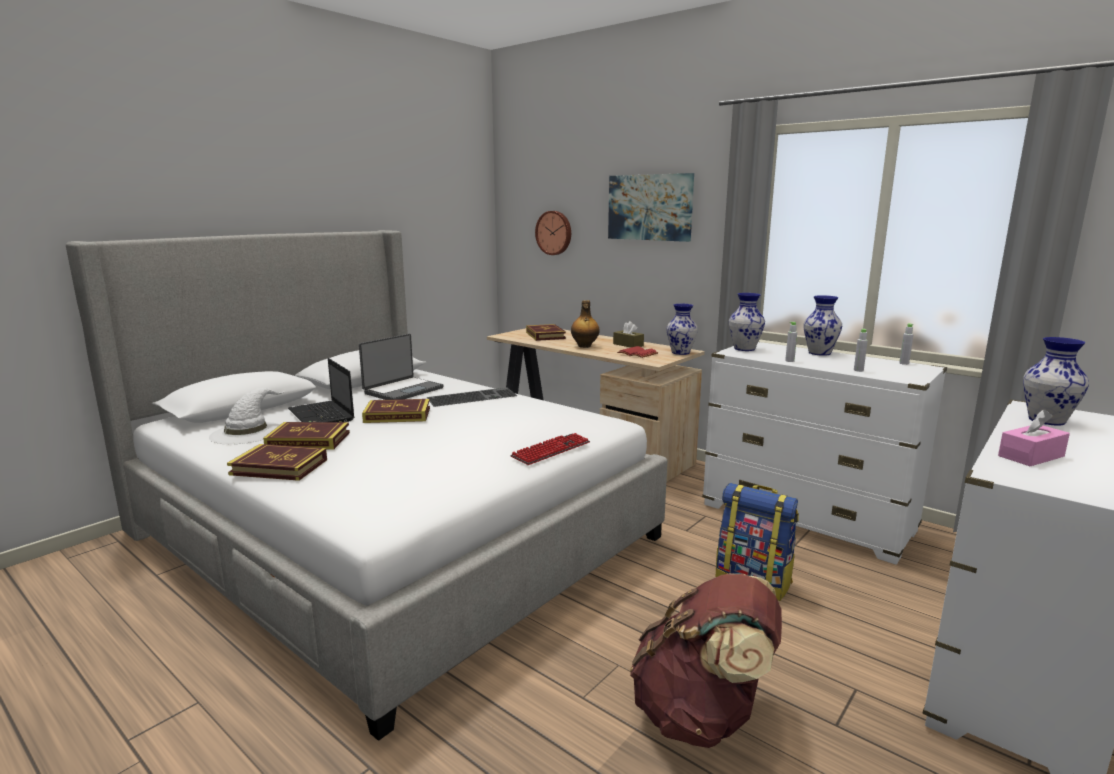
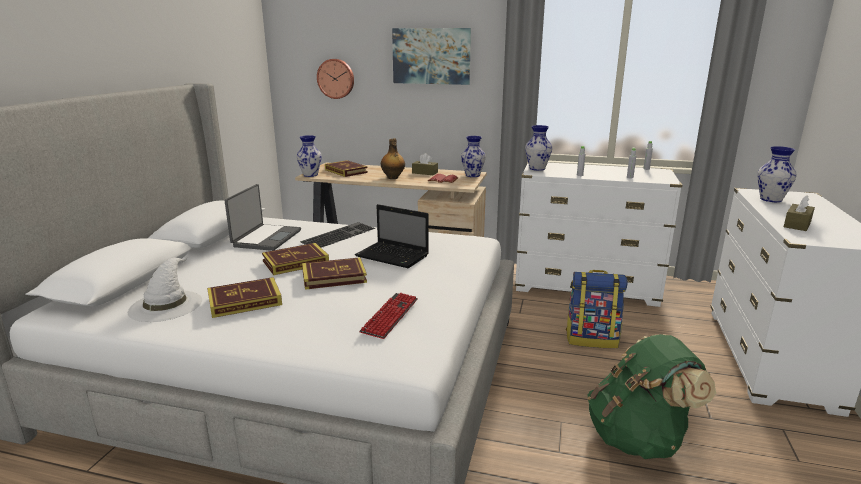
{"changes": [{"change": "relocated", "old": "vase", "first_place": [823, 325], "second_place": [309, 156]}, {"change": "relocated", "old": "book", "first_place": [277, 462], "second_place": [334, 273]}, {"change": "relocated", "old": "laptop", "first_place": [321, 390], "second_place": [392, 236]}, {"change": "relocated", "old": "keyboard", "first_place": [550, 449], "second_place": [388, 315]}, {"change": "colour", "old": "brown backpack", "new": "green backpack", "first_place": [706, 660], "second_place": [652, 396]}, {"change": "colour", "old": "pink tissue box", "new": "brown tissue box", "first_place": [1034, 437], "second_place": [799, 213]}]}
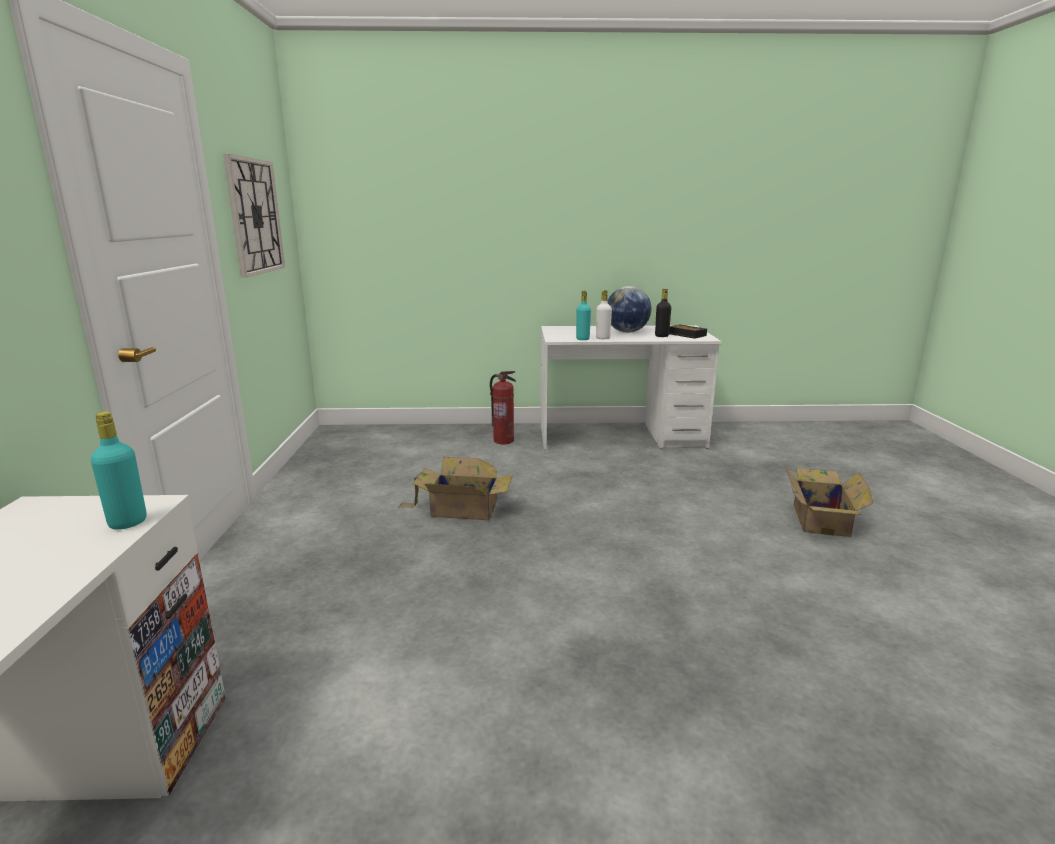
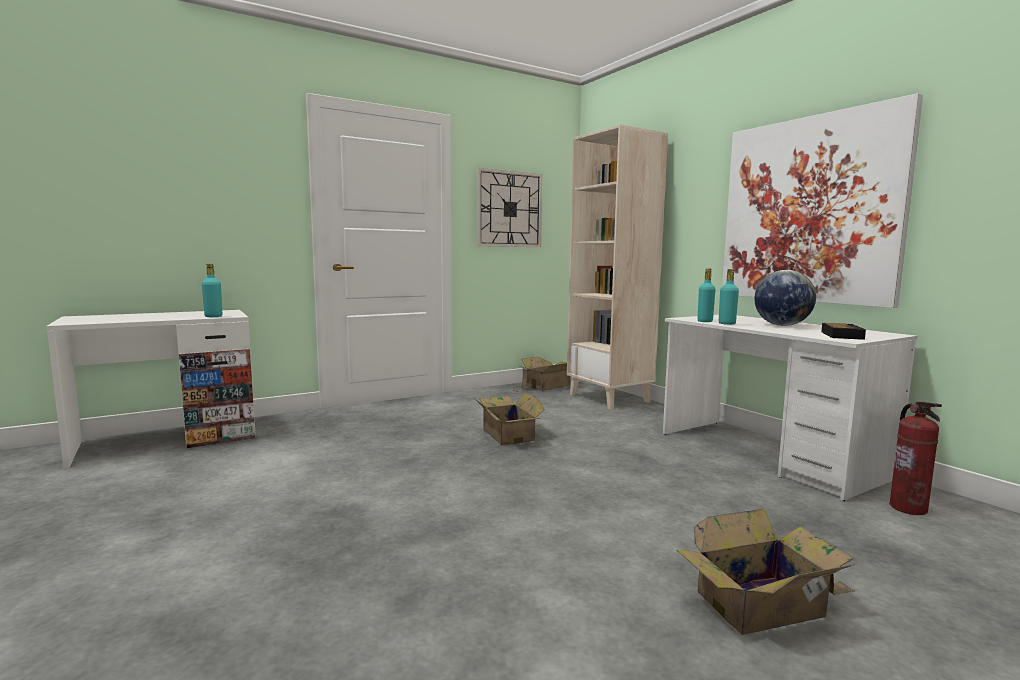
{"changes": [{"change": "appeared", "new": "cardboard box", "second_place": [541, 374]}, {"change": "appeared", "new": "beige bookcase", "second_place": [617, 267]}, {"change": "colour", "old": "white bottle", "new": "turquoise bottle", "first_place": [604, 314], "second_place": [729, 297]}, {"change": "appeared", "new": "picture", "second_place": [822, 200]}, {"change": "relocated", "old": "fire extinguisher", "first_place": [503, 407], "second_place": [916, 458]}, {"change": "missing", "old": "black bottle", "first_place": [663, 313]}]}
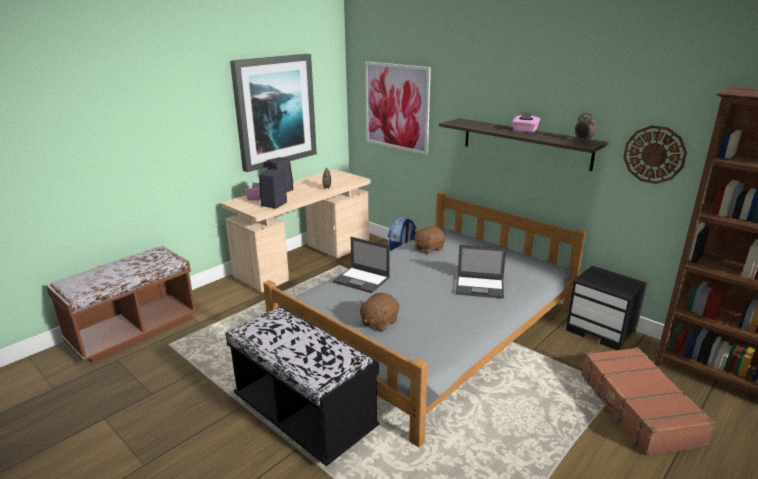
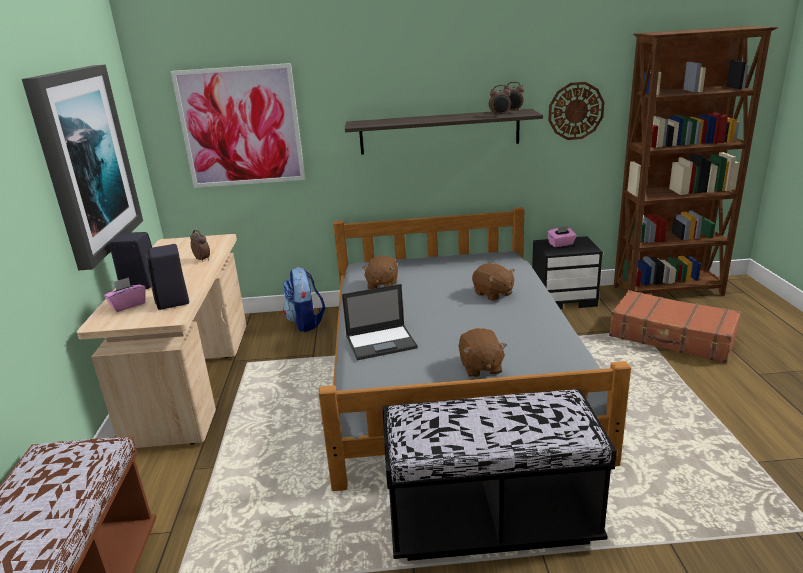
{"changes": [{"change": "exchanged", "old": "laptop", "new": "brown plush toy", "first_place": [481, 272], "second_place": [493, 282]}, {"change": "appeared", "new": "alarm clock", "second_place": [500, 100]}, {"change": "relocated", "old": "pink tissue box", "first_place": [526, 122], "second_place": [561, 236]}]}
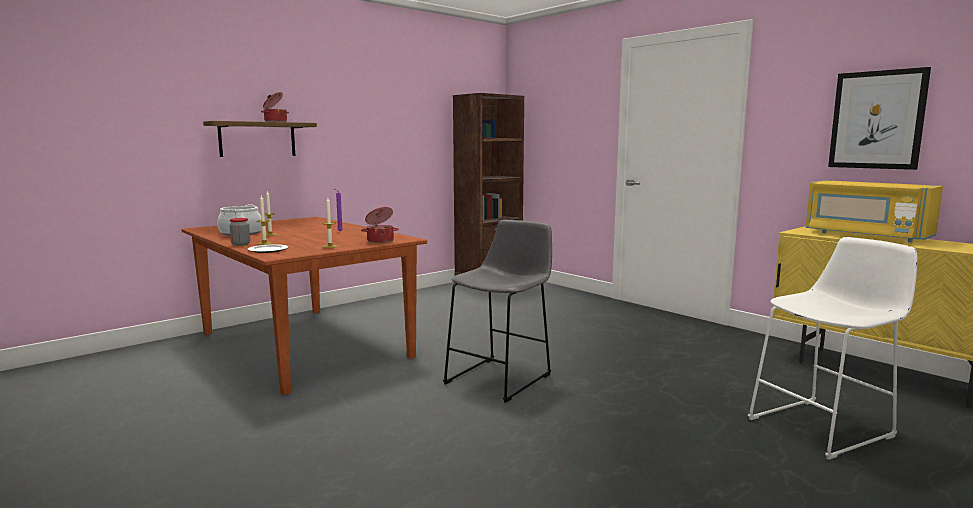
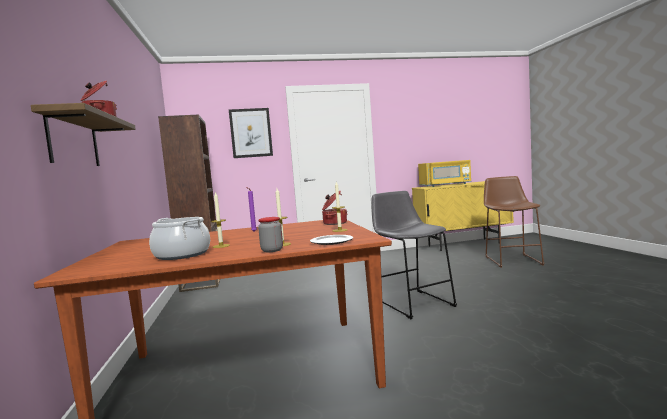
{"changes": [{"change": "relocated", "old": "picture", "first_place": [879, 118], "second_place": [251, 133]}, {"change": "colour", "old": "white stool", "new": "brown stool", "first_place": [833, 348], "second_place": [514, 222]}]}
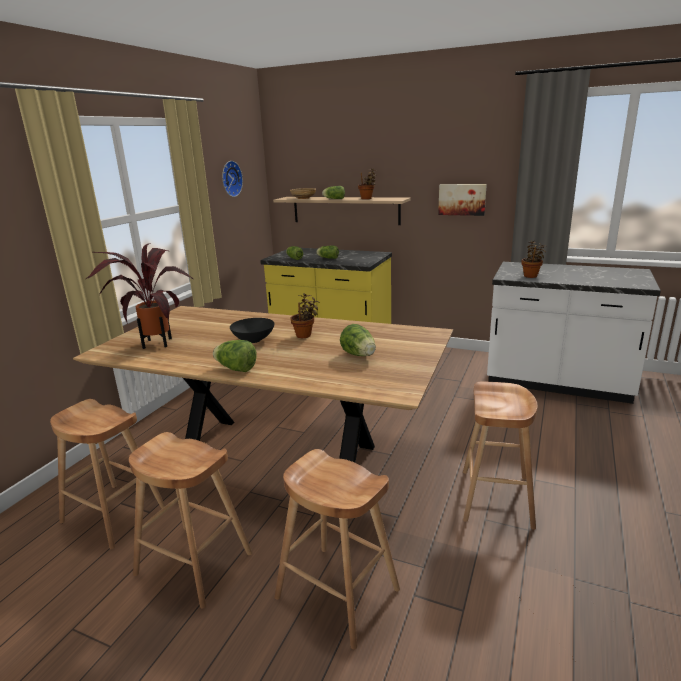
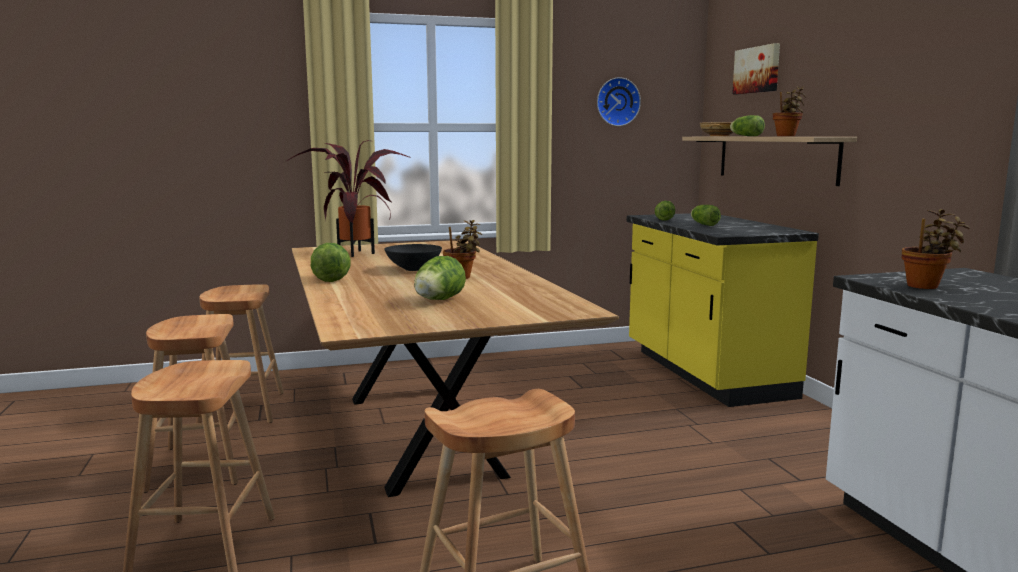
{"changes": [{"change": "relocated", "old": "picture", "first_place": [462, 200], "second_place": [756, 68]}]}
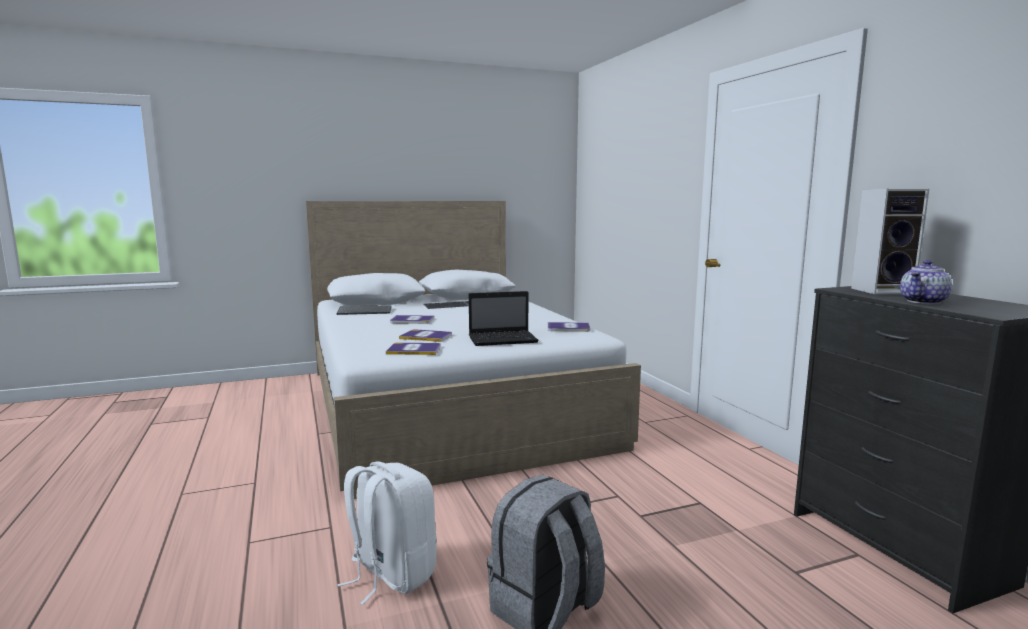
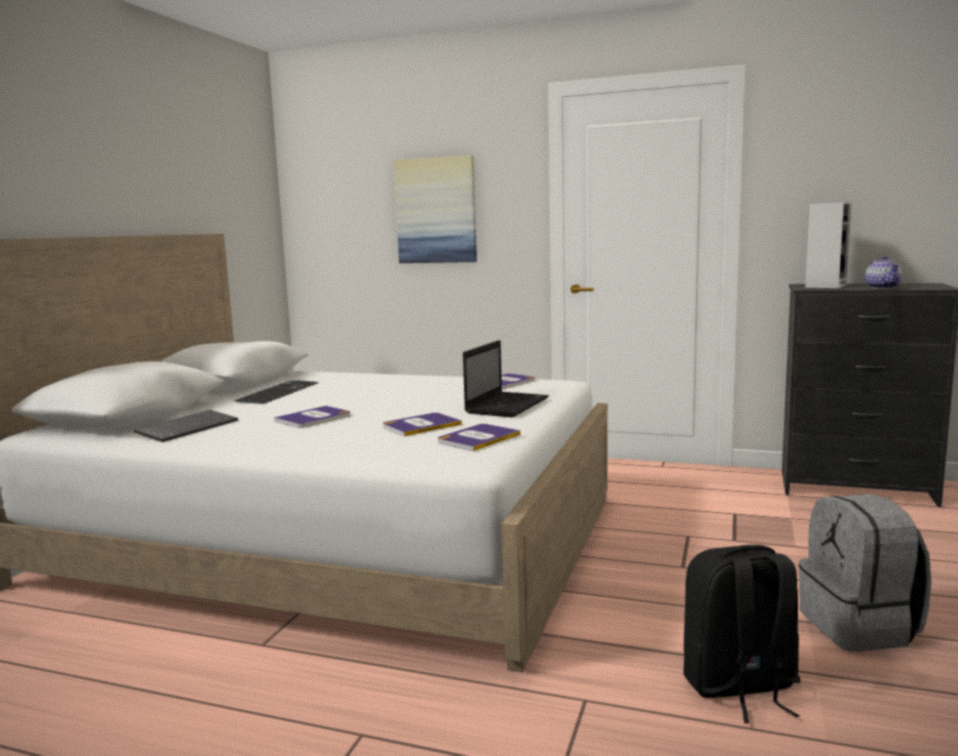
{"changes": [{"change": "appeared", "new": "picture", "second_place": [435, 209]}, {"change": "colour", "old": "white backpack", "new": "black backpack", "first_place": [387, 533], "second_place": [742, 634]}]}
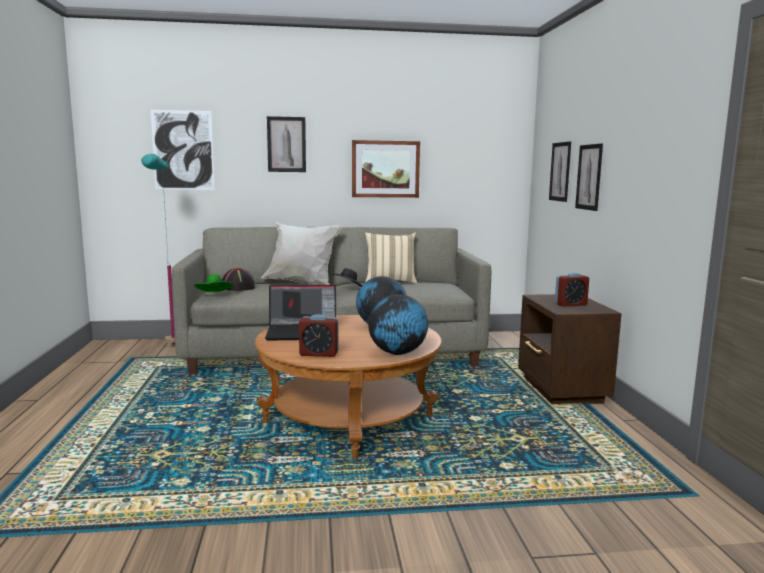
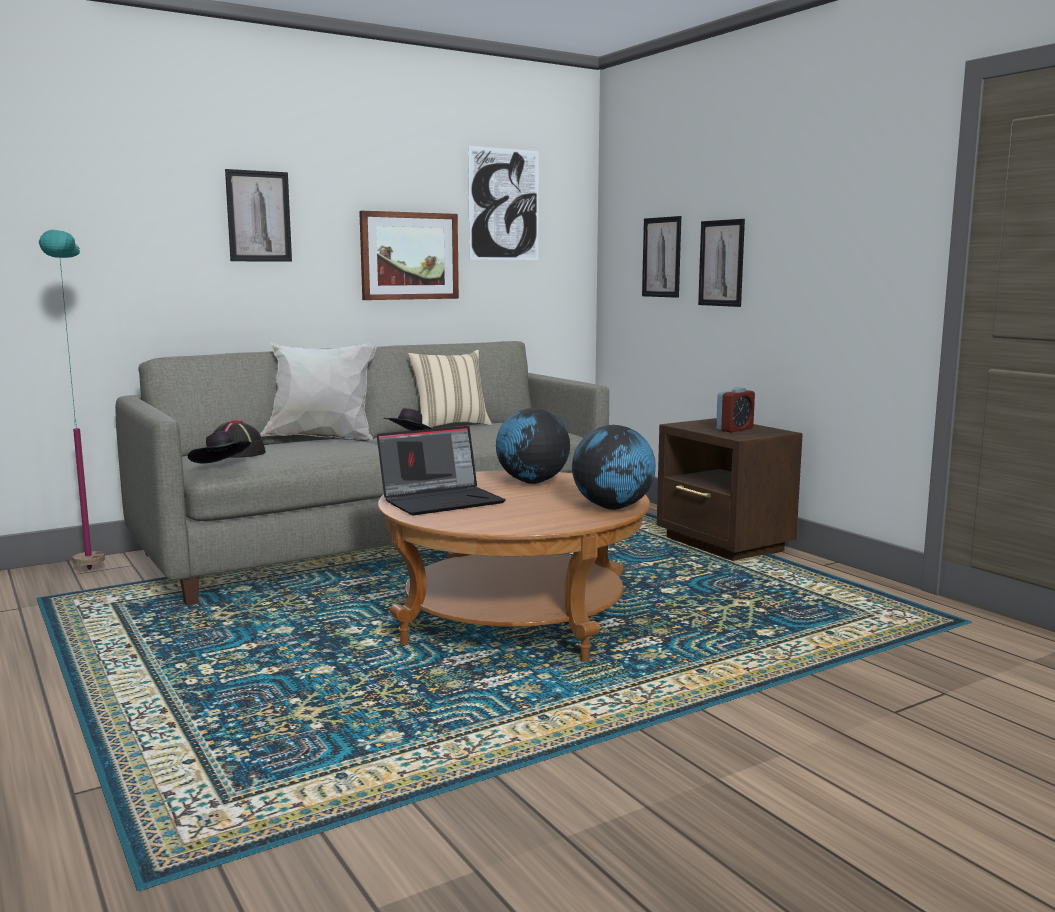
{"changes": [{"change": "colour", "old": "green hat", "new": "black hat", "first_place": [213, 283], "second_place": [219, 447]}, {"change": "relocated", "old": "picture", "first_place": [183, 150], "second_place": [503, 203]}, {"change": "missing", "old": "alarm clock", "first_place": [318, 335]}]}
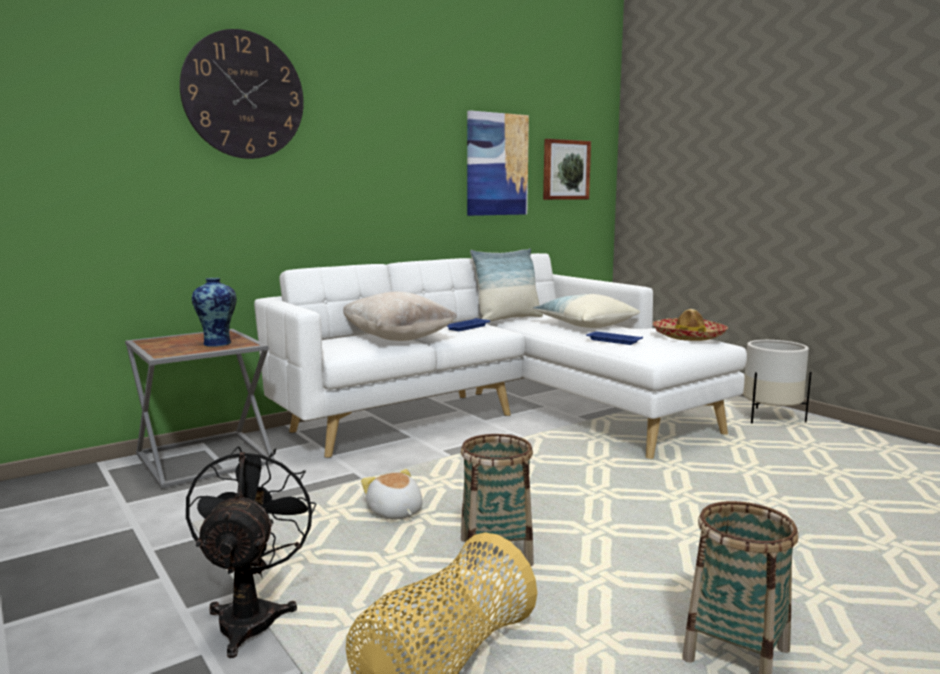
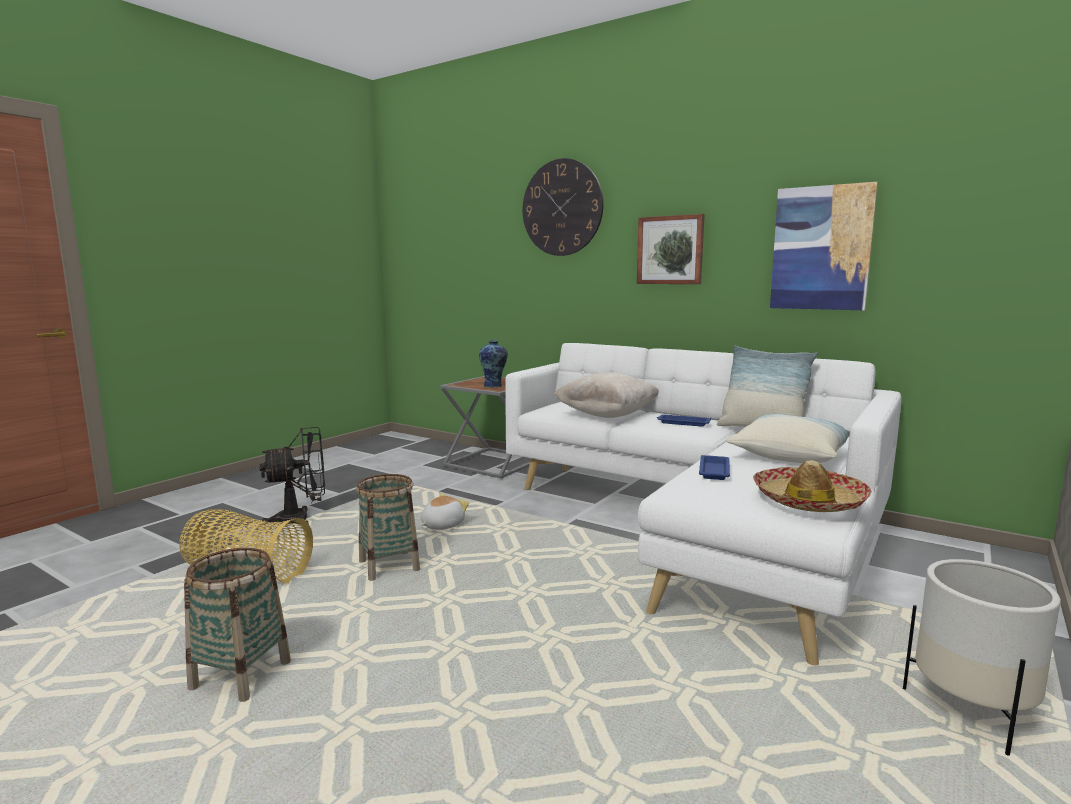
{"changes": [{"change": "relocated", "old": "picture", "first_place": [567, 169], "second_place": [671, 249]}]}
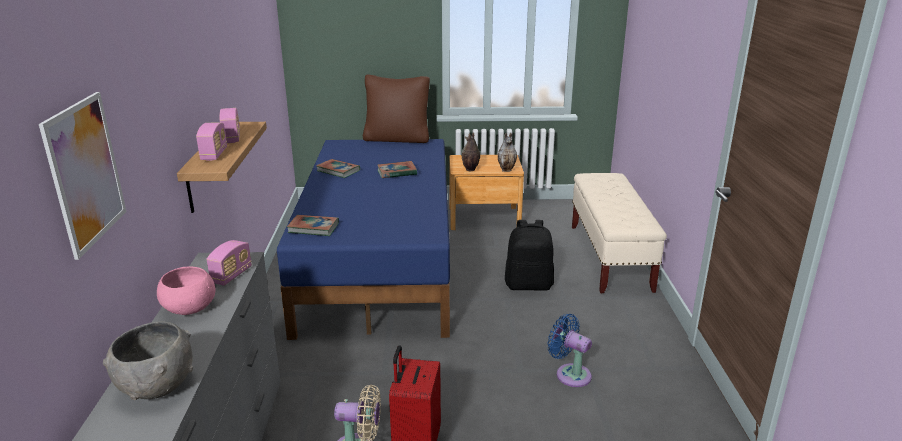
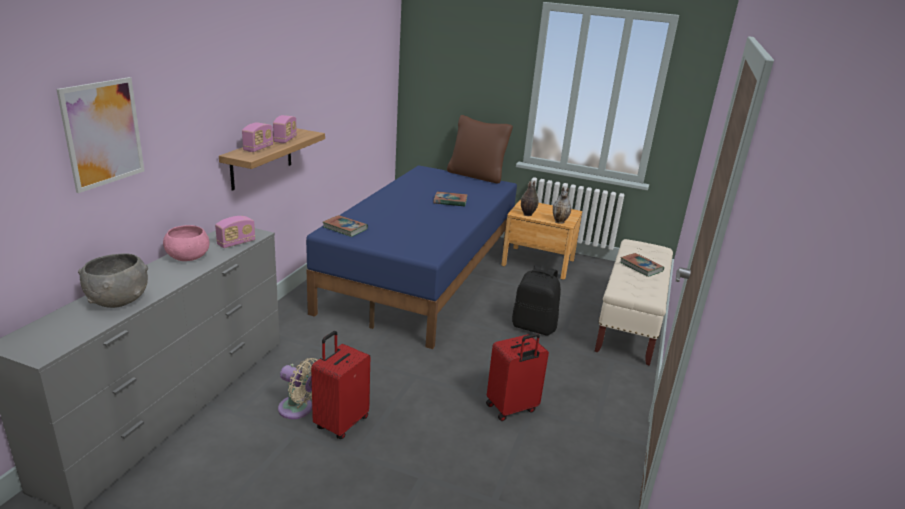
{"changes": [{"change": "exchanged", "old": "blue fan", "new": "red suitcase", "first_place": [569, 350], "second_place": [517, 377]}, {"change": "relocated", "old": "book", "first_place": [338, 168], "second_place": [642, 265]}]}
